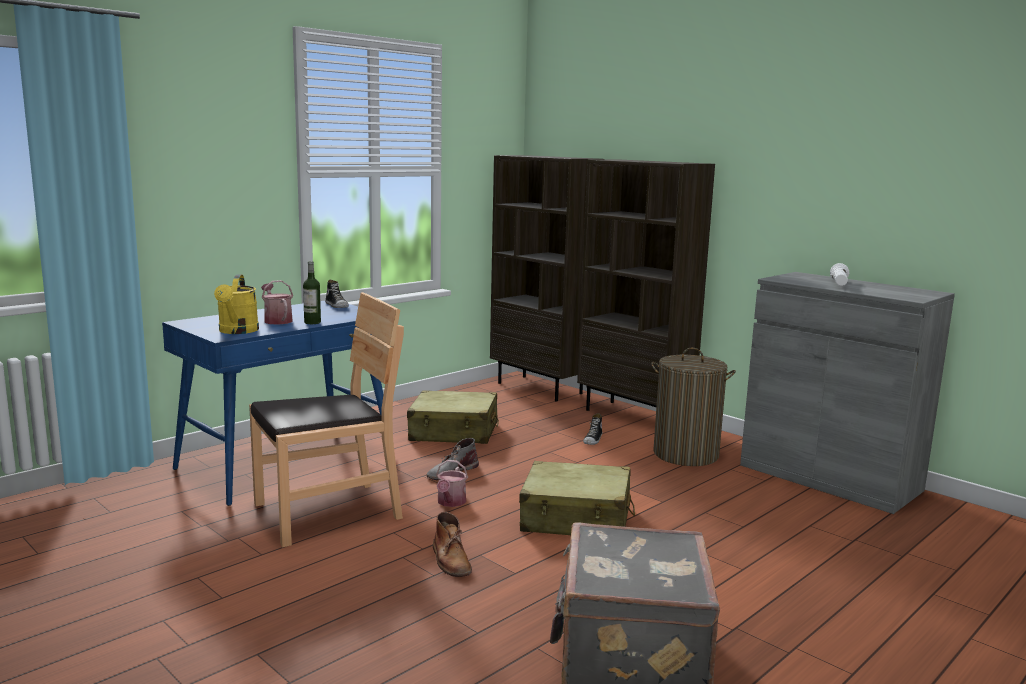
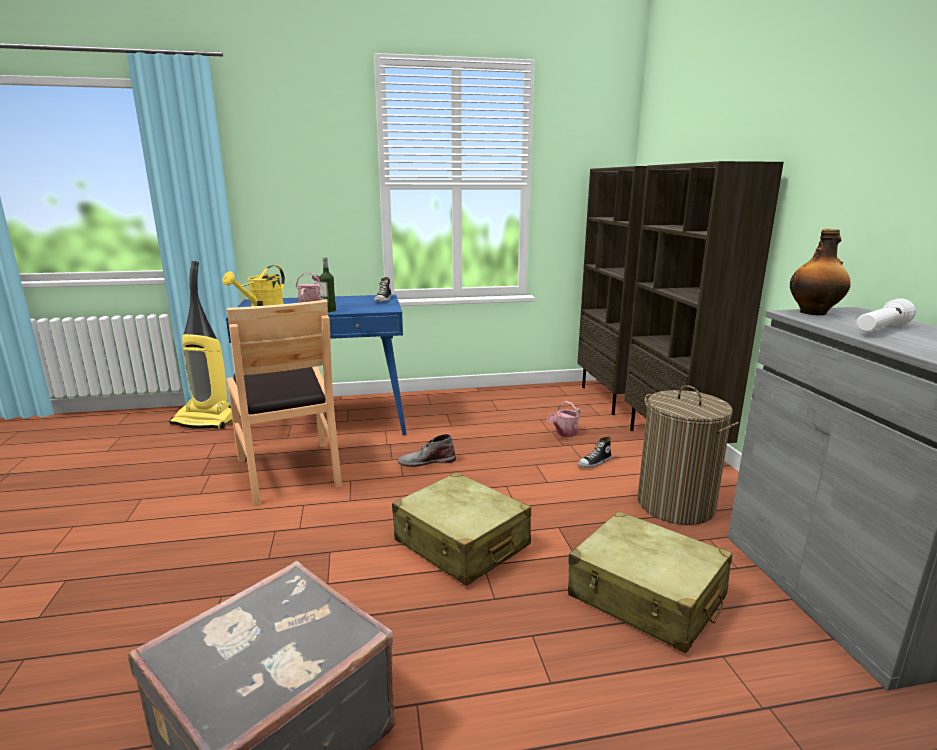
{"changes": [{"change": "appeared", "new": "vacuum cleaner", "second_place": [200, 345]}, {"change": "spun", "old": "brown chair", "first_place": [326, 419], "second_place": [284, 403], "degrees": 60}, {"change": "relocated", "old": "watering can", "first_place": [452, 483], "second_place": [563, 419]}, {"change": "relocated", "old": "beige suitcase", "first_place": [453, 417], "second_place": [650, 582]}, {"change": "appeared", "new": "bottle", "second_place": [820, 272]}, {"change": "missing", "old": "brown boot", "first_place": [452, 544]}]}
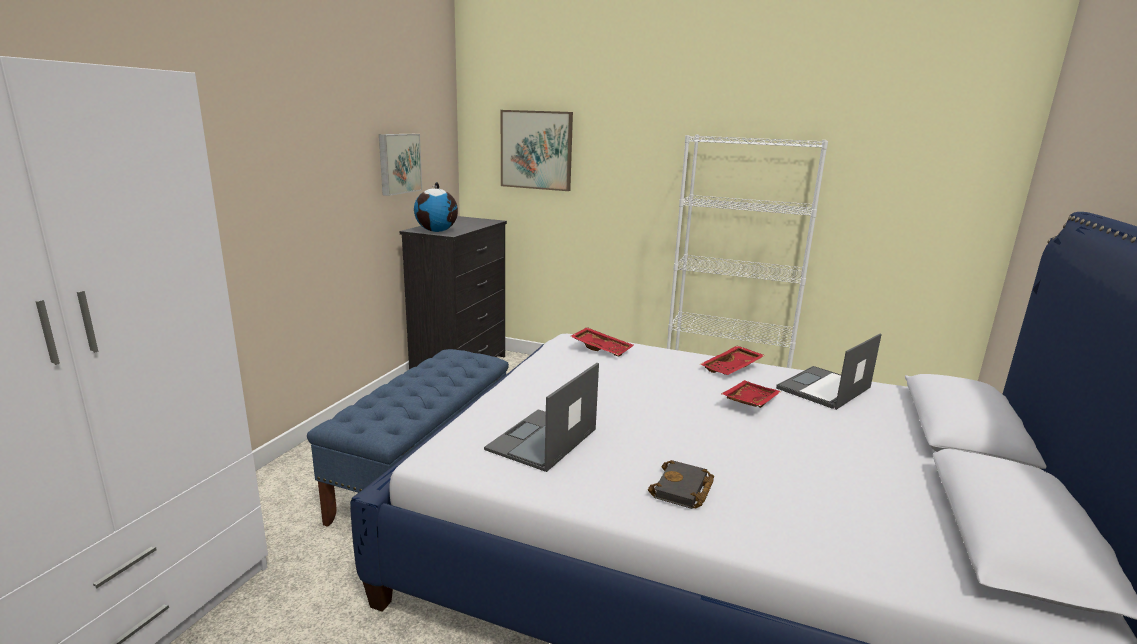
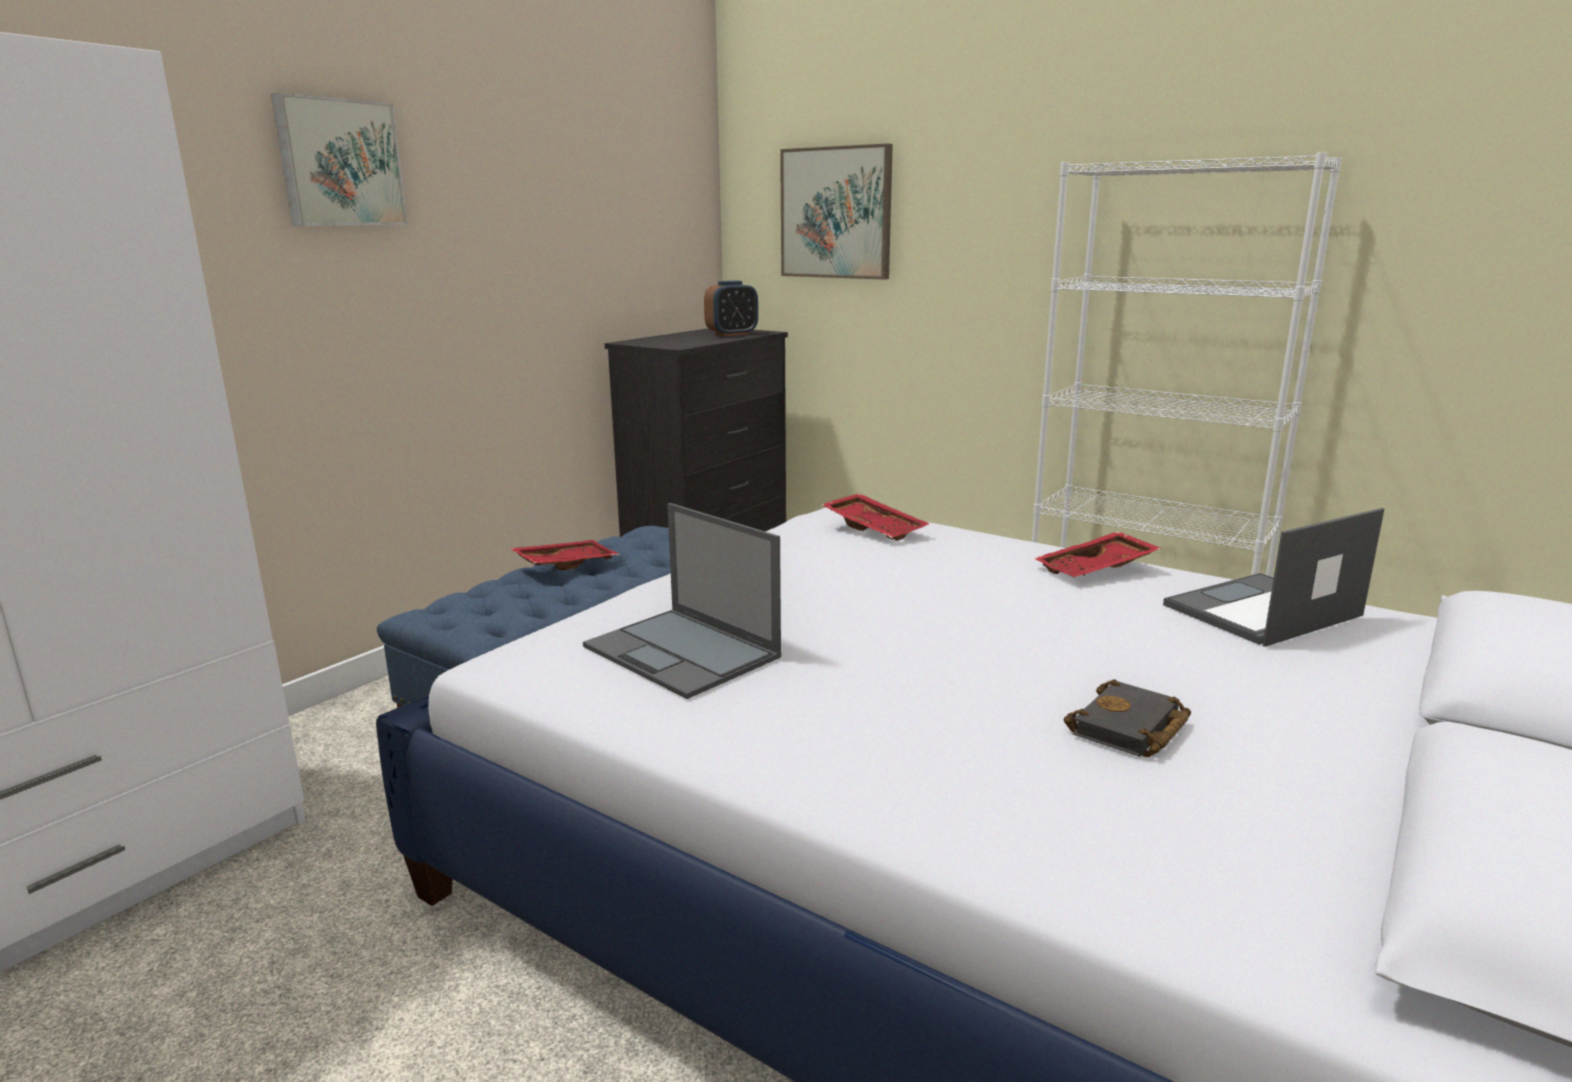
{"changes": [{"change": "relocated", "old": "picture", "first_place": [400, 165], "second_place": [339, 159]}, {"change": "relocated", "old": "red tray", "first_place": [751, 394], "second_place": [565, 555]}, {"change": "spun", "old": "laptop", "first_place": [541, 417], "second_place": [682, 601], "degrees": -90}, {"change": "appeared", "new": "alarm clock", "second_place": [731, 308]}, {"change": "relocated", "old": "black book", "first_place": [681, 484], "second_place": [1127, 718]}, {"change": "missing", "old": "globe", "first_place": [436, 207]}]}
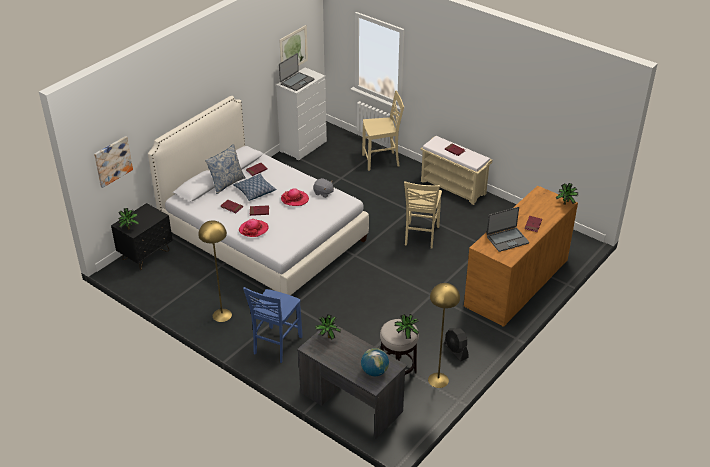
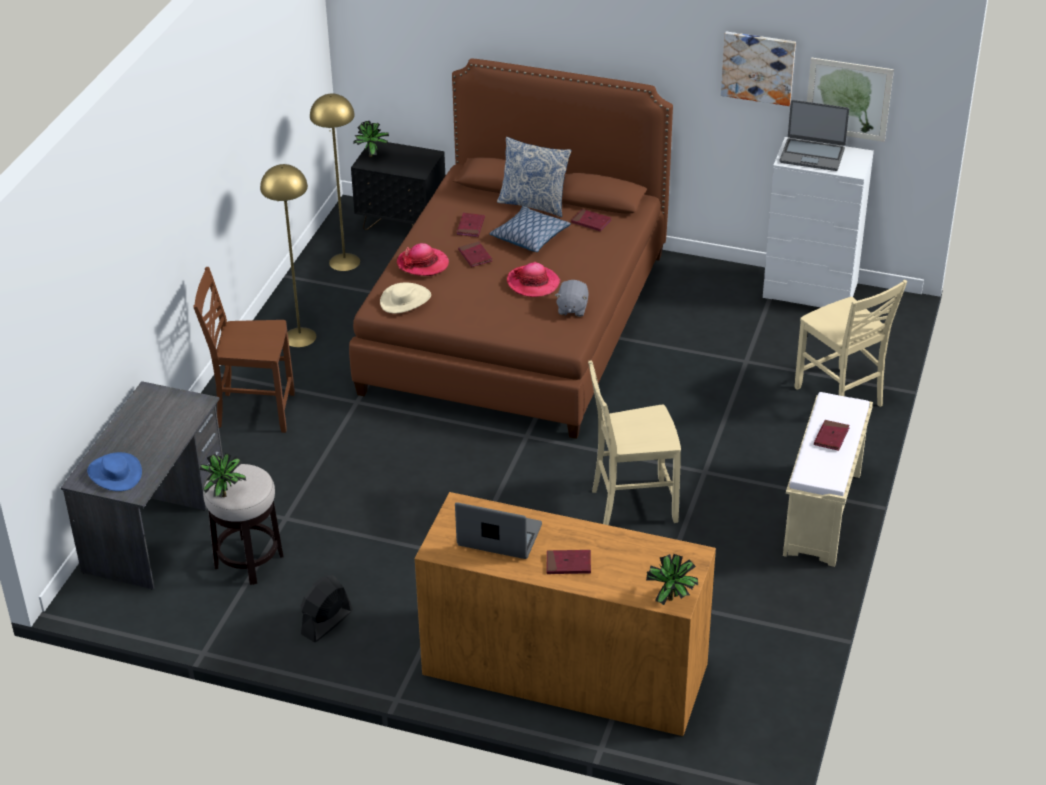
{"changes": [{"change": "exchanged", "old": "globe", "new": "blue hat", "first_place": [375, 362], "second_place": [114, 471]}, {"change": "colour", "old": "blue chair", "new": "brown chair", "first_place": [273, 325], "second_place": [244, 350]}, {"change": "relocated", "old": "yellow floor lamp", "first_place": [444, 335], "second_place": [335, 182]}, {"change": "colour", "old": "white bed", "new": "brown bed", "first_place": [258, 195], "second_place": [511, 249]}, {"change": "appeared", "new": "beige hat", "second_place": [405, 298]}, {"change": "spun", "old": "laptop", "first_place": [507, 229], "second_place": [498, 530], "degrees": 150}, {"change": "relocated", "old": "picture", "first_place": [113, 162], "second_place": [758, 69]}, {"change": "missing", "old": "potted plant", "first_place": [328, 327]}]}
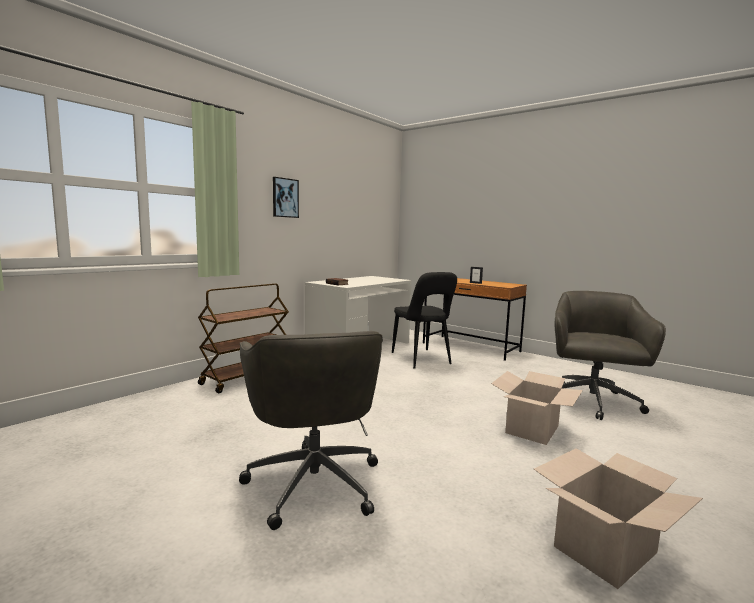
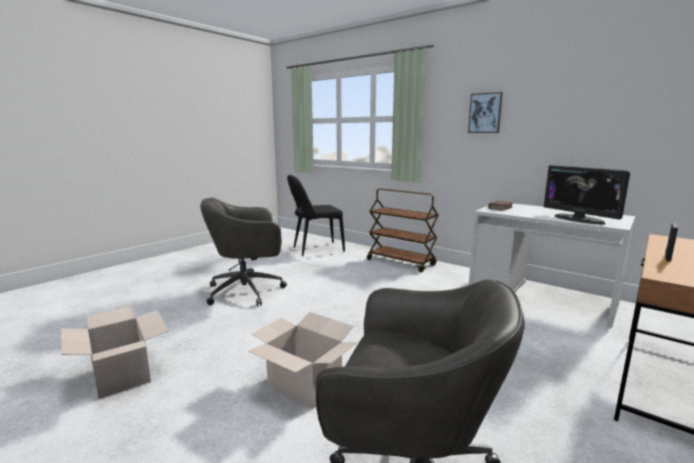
{"changes": [{"change": "relocated", "old": "black chair", "first_place": [424, 320], "second_place": [316, 215]}, {"change": "appeared", "new": "monitor", "second_place": [587, 195]}]}
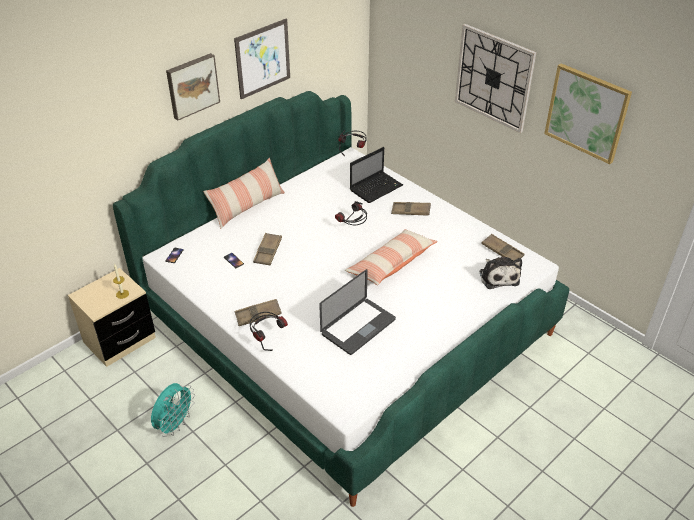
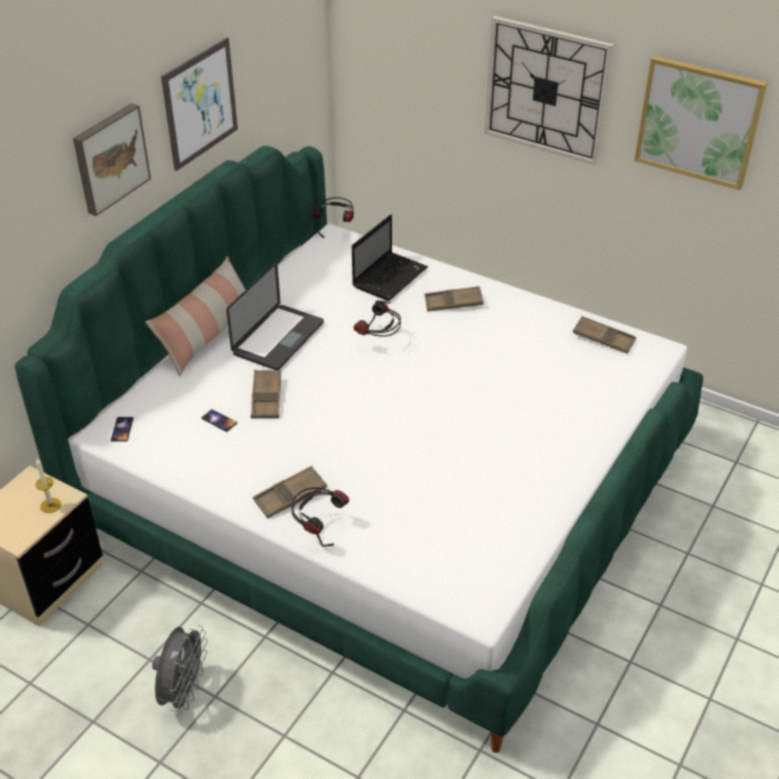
{"changes": [{"change": "colour", "old": "turquoise fan", "new": "grey fan", "first_place": [173, 410], "second_place": [179, 670]}, {"change": "relocated", "old": "laptop", "first_place": [357, 312], "second_place": [275, 316]}, {"change": "missing", "old": "pillow", "first_place": [391, 257]}, {"change": "missing", "old": "plush toy", "first_place": [500, 273]}]}
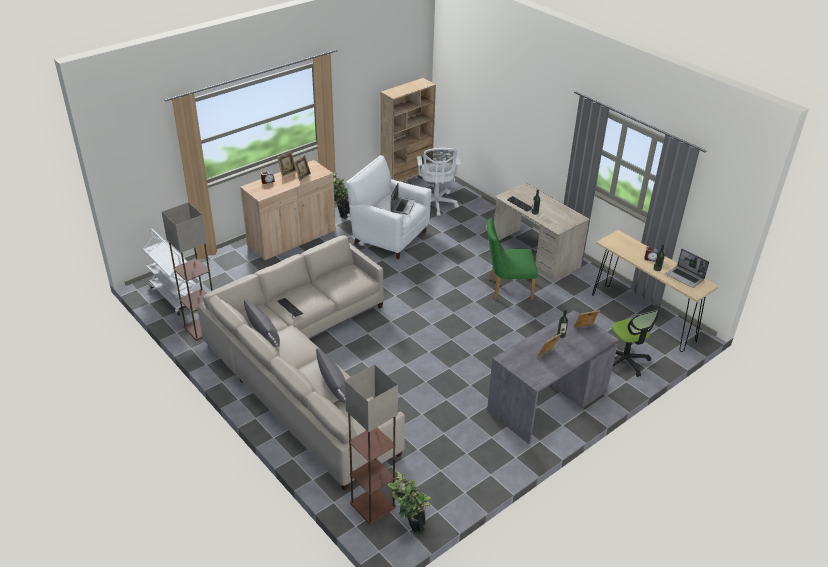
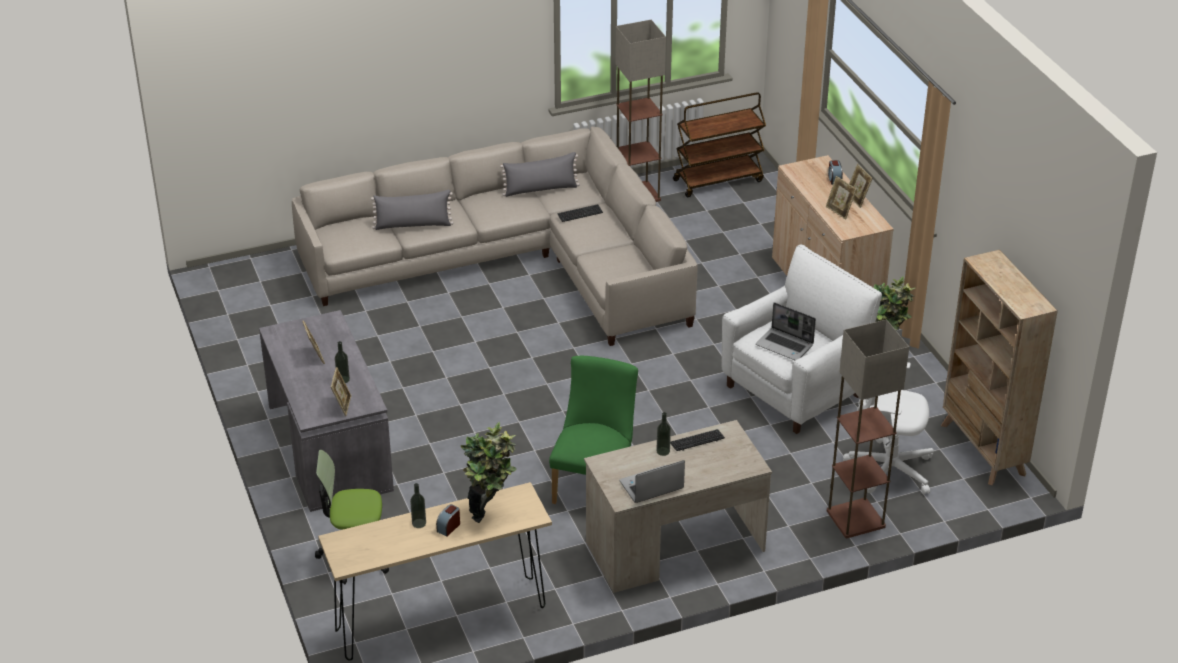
{"changes": [{"change": "relocated", "old": "potted plant", "first_place": [409, 503], "second_place": [488, 472]}, {"change": "relocated", "old": "laptop", "first_place": [687, 268], "second_place": [652, 481]}, {"change": "colour", "old": "white cart", "new": "brown cart", "first_place": [169, 272], "second_place": [719, 144]}, {"change": "relocated", "old": "floor lamp", "first_place": [371, 444], "second_place": [868, 428]}]}
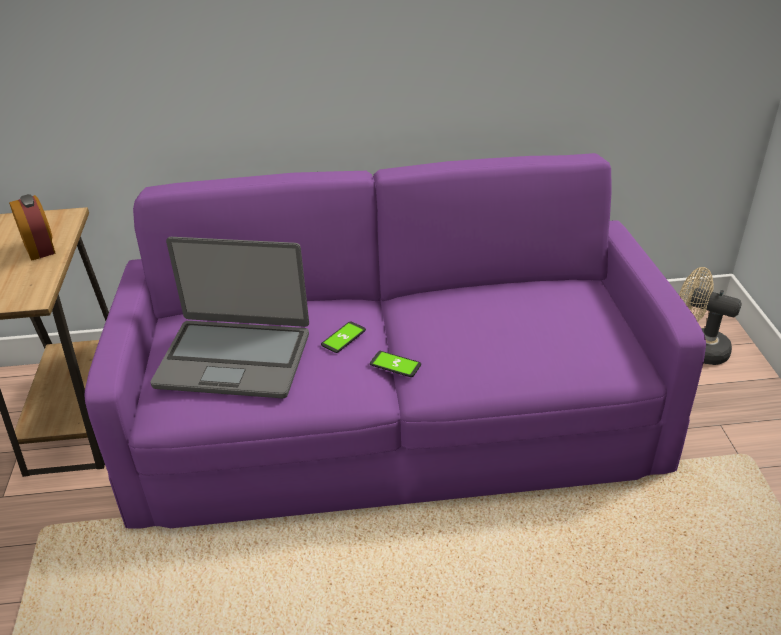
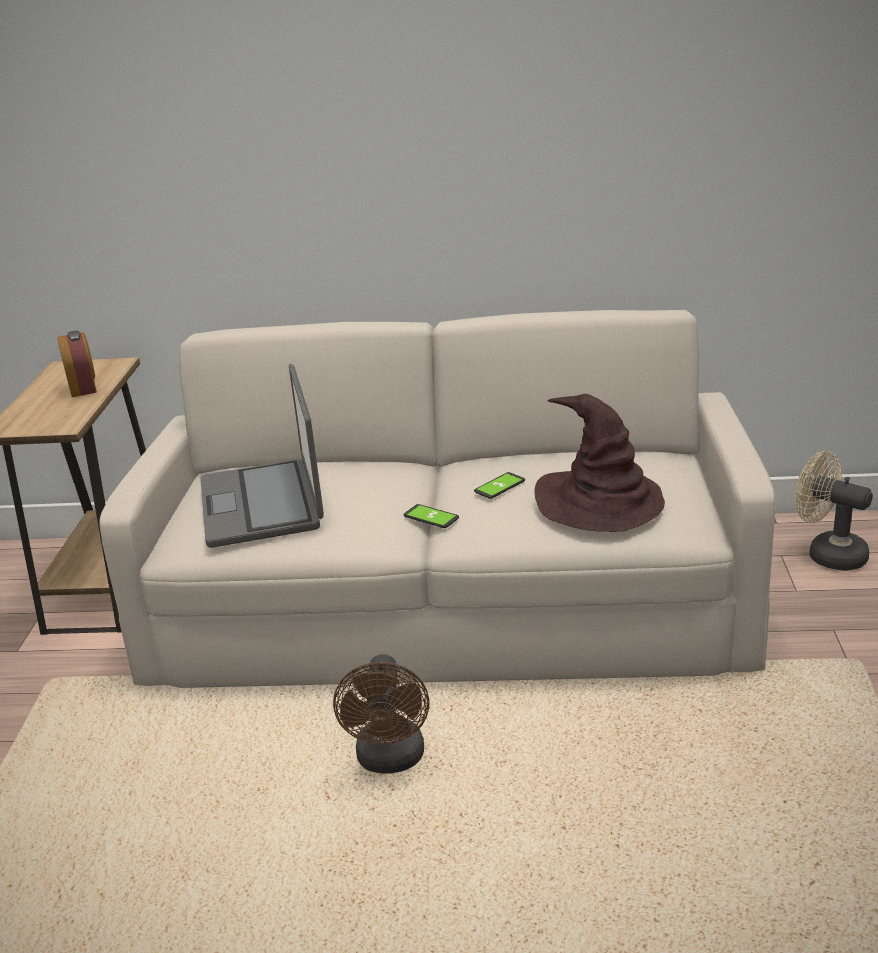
{"changes": [{"change": "colour", "old": "purple sofa", "new": "beige sofa", "first_place": [395, 341], "second_place": [437, 499]}, {"change": "spun", "old": "laptop", "first_place": [229, 317], "second_place": [262, 456], "degrees": 60}, {"change": "appeared", "new": "brown fan", "second_place": [381, 714]}, {"change": "relocated", "old": "phone", "first_place": [343, 337], "second_place": [499, 485]}, {"change": "appeared", "new": "brown hat", "second_place": [600, 463]}]}
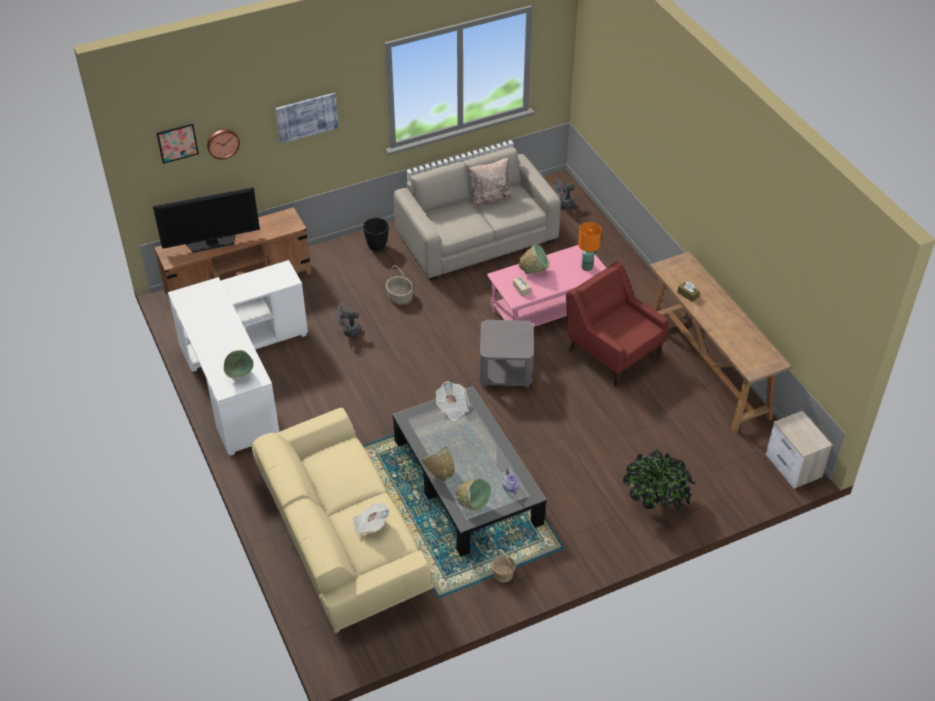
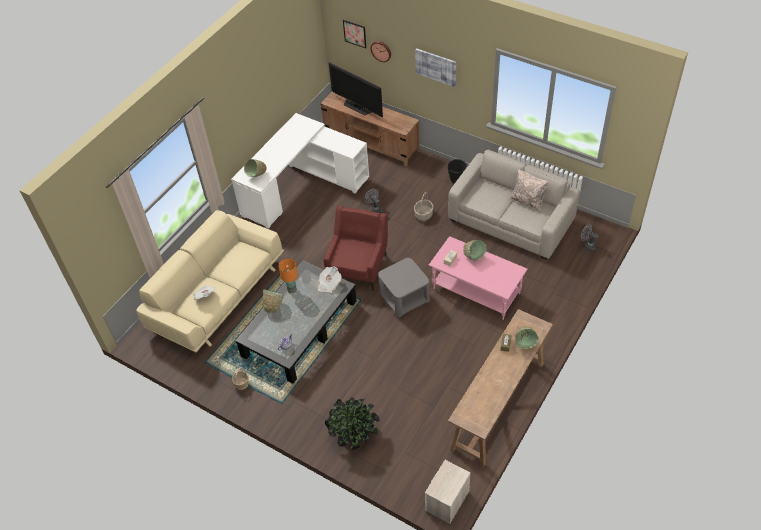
{"changes": [{"change": "relocated", "old": "orange table lamp", "first_place": [590, 246], "second_place": [288, 276]}, {"change": "relocated", "old": "red armchair", "first_place": [617, 324], "second_place": [355, 248]}, {"change": "relocated", "old": "green bowl", "first_place": [473, 495], "second_place": [527, 337]}]}
